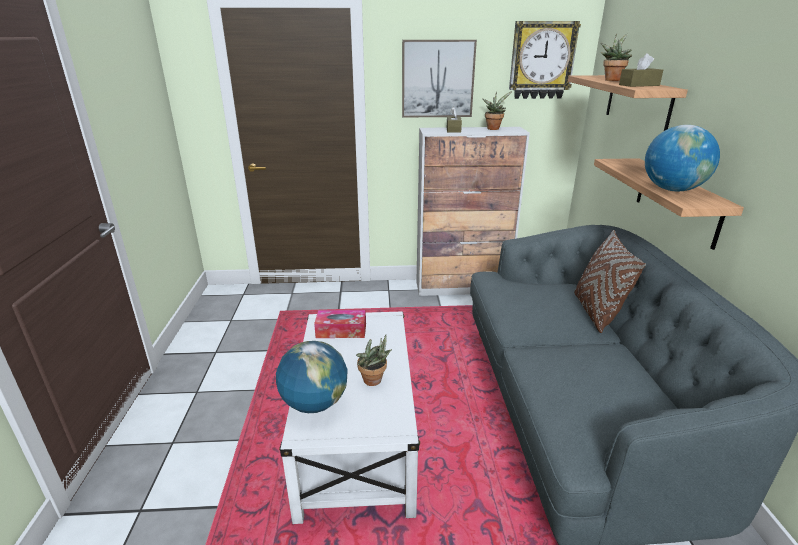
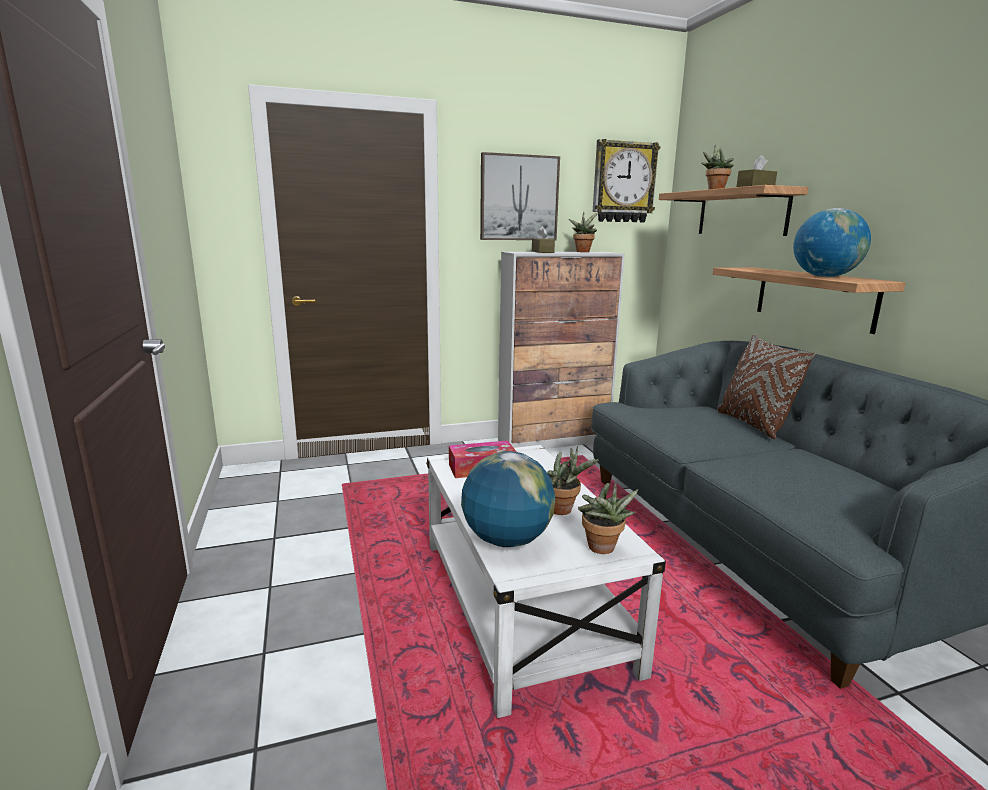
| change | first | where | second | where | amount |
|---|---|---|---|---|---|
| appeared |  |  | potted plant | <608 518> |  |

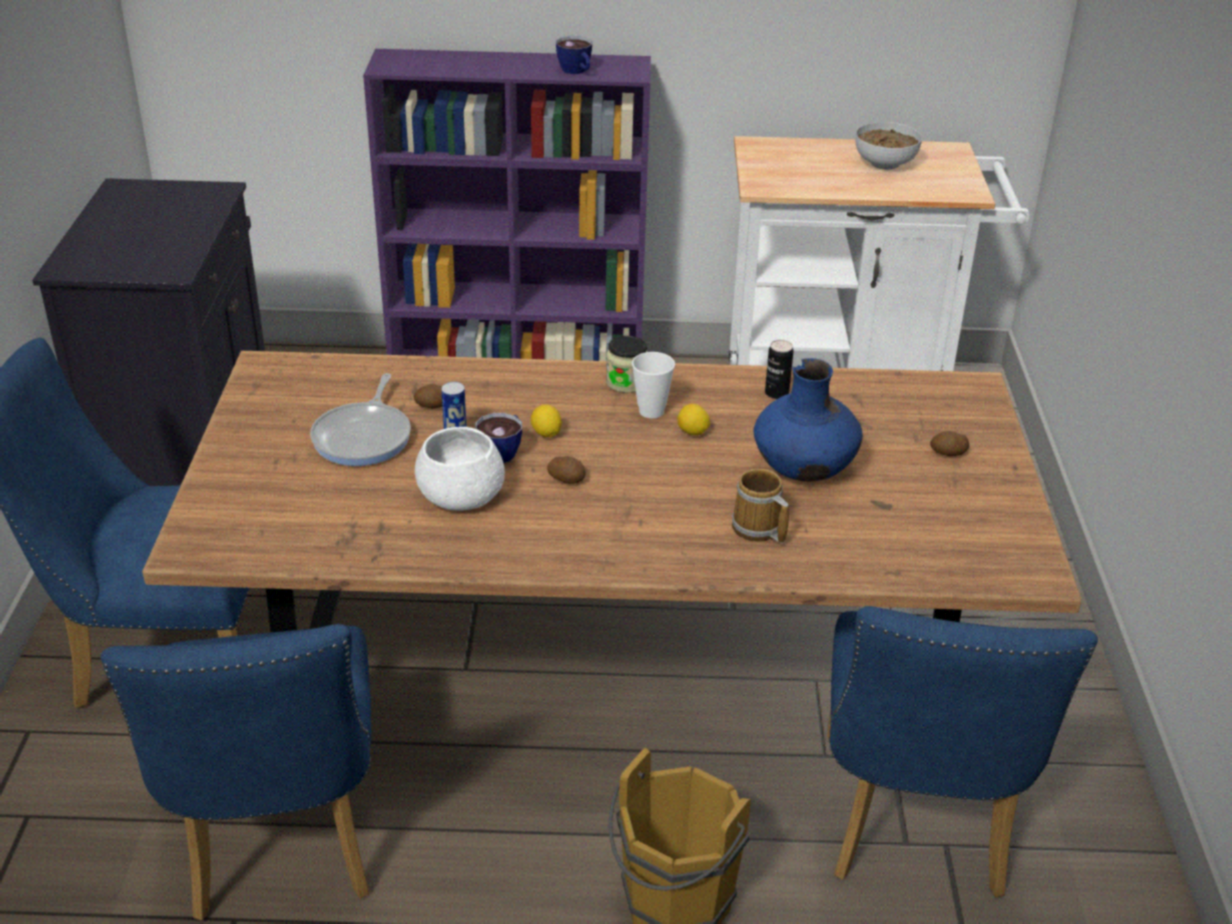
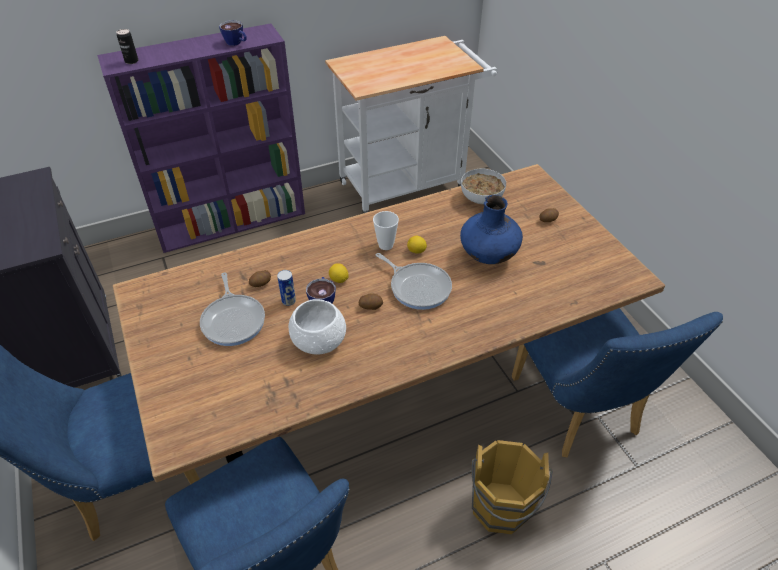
| change | first | where | second | where | amount |
|---|---|---|---|---|---|
| relocated | can | <779 369> |  | <127 46> |  |
| appeared |  |  | frying pan | <414 281> |  |
| relocated | bowl | <888 146> |  | <483 186> |  |
| missing | jar | <626 364> |  |  |  |
| missing | mug | <760 506> |  |  |  |

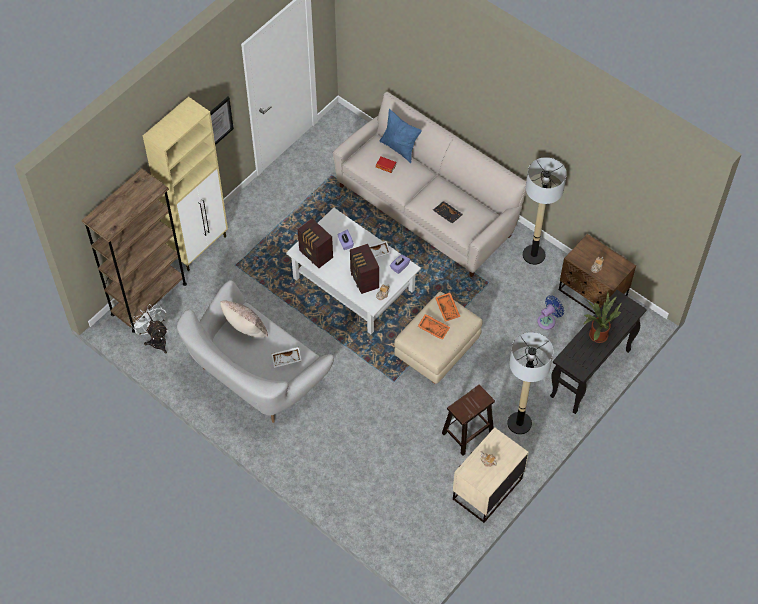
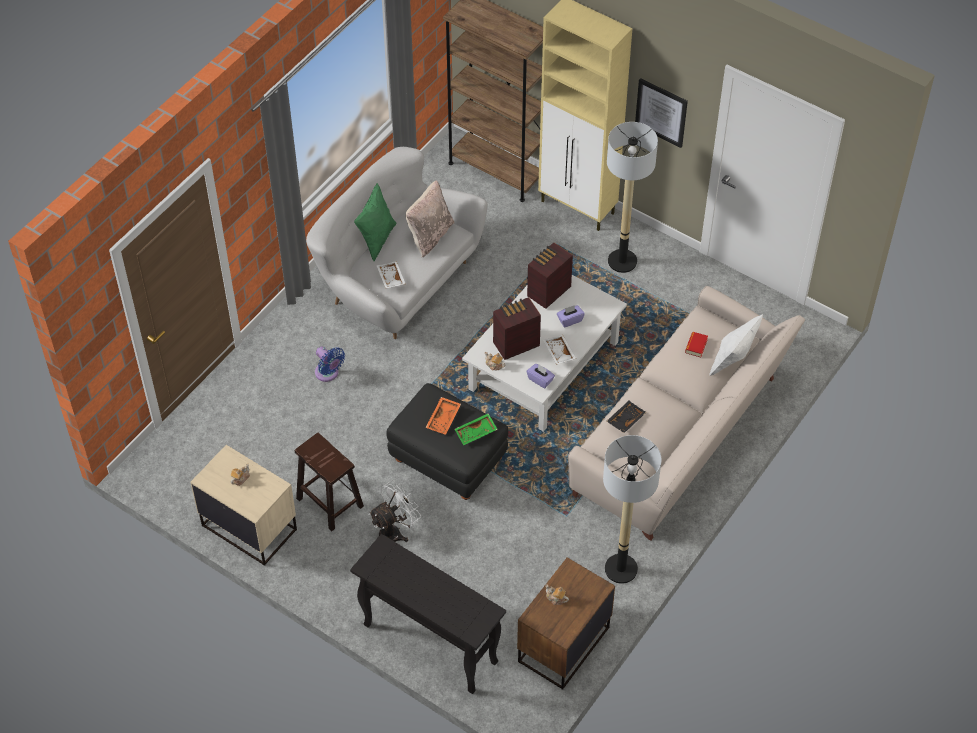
| change | first | where | second | where | amount |
|---|---|---|---|---|---|
| relocated | fan/blue | <550 312> |  | <330 364> |  |
| appeared |  |  | pillow/green | <375 222> |  |
| relocated | fan/white | <149 328> |  | <395 511> |  |
| colour | ottoman/beige | <438 338> | ottoman/black | <447 441> |  |
| colour | tray/orange | <448 307> | tray/green | <476 429> |  |
| relocated | floor lamp | <530 383> |  | <632 197> |  |
| colour | pillow/blue | <401 136> | pillow/white | <736 345> |  |
| missing | potted plant | <602 317> |  |  |  |

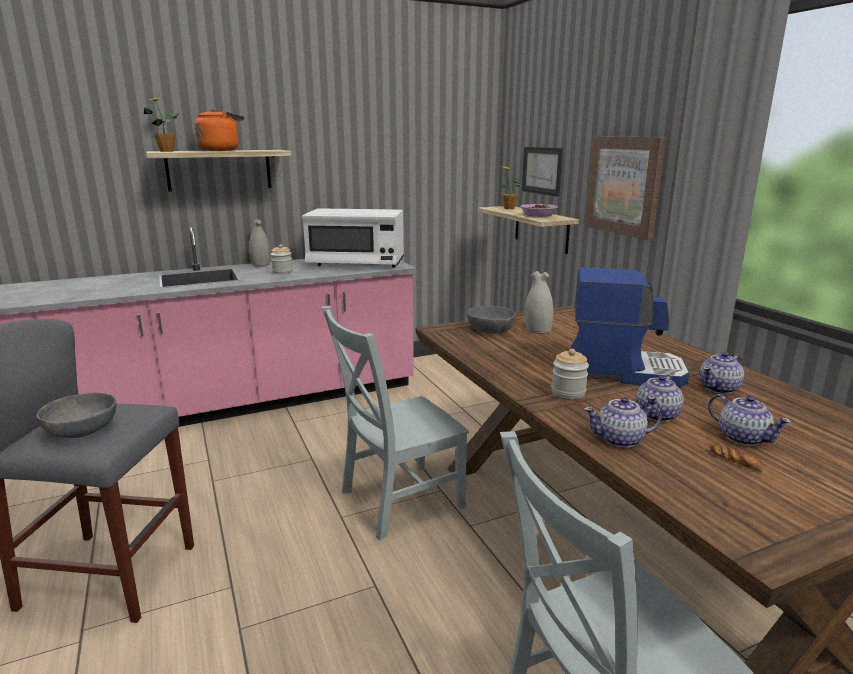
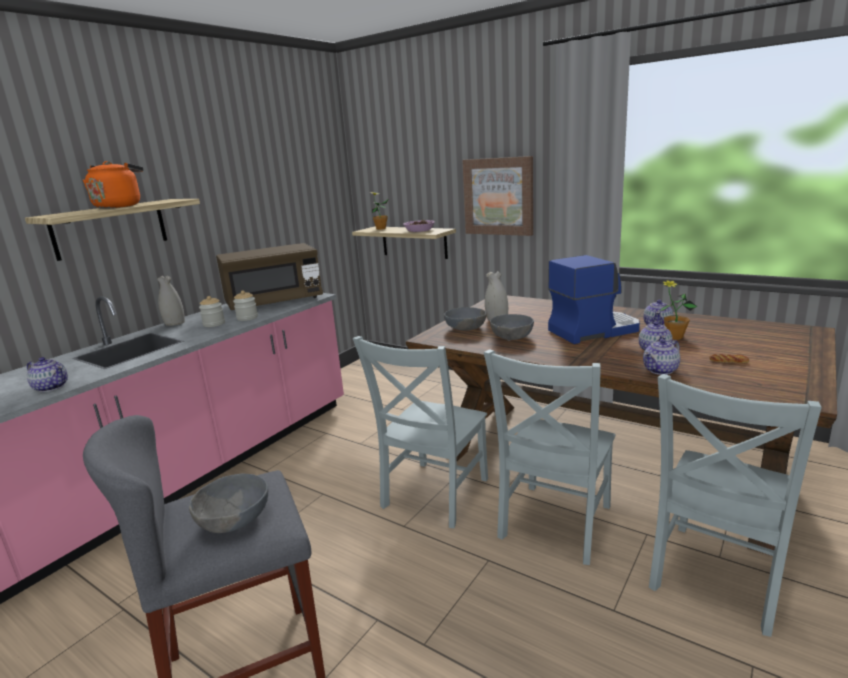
| change | first | where | second | where | amount |
|---|---|---|---|---|---|
| relocated | teapot | <749 420> |  | <47 374> |  |
| colour | microwave/white | <353 238> | microwave/brown | <269 276> |  |
| relocated | jar | <570 374> |  | <245 306> |  |
| appeared |  |  | chair/grey | <550 457> |  |
| appeared |  |  | bowl/grey | <512 327> |  |
| relocated | potted plant | <161 124> |  | <678 310> |  |
| missing | picture | <542 172> |  |  |  |

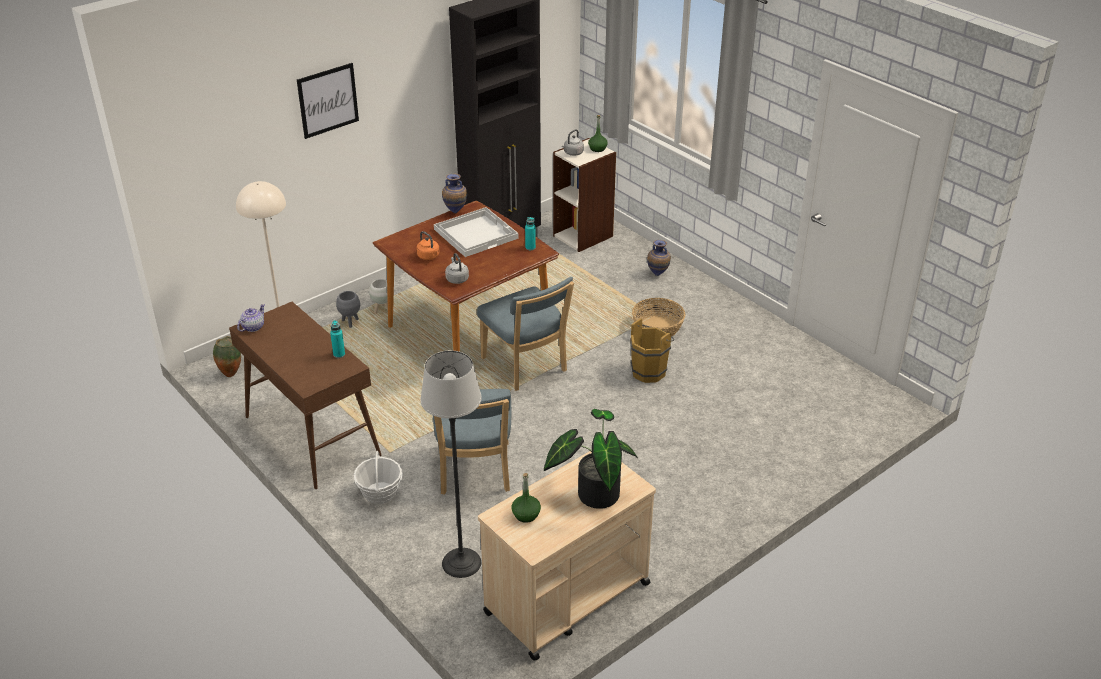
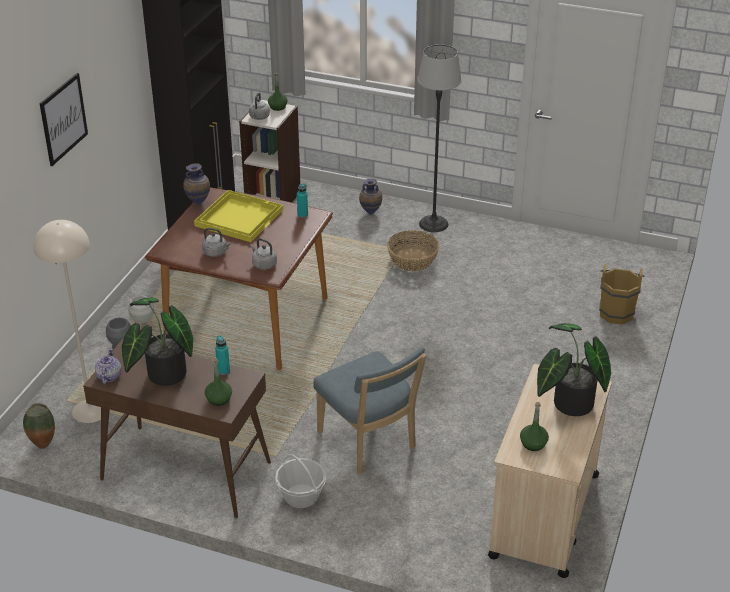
| change | first | where | second | where | amount |
|---|---|---|---|---|---|
| appeared |  |  | potted plant | <157 342> |  |
| colour | tray/white | <476 232> | tray/yellow | <238 216> |  |
| colour | kettle/orange | <427 245> | kettle/grey | <216 242> |  |
| appeared |  |  | bottle/green | <218 382> |  |
| relocated | floor lamp | <451 464> |  | <439 138> |  |
| relocated | bucket/brown | <652 350> |  | <622 294> |  |
| missing | chair/blue | <525 334> |  |  |  |

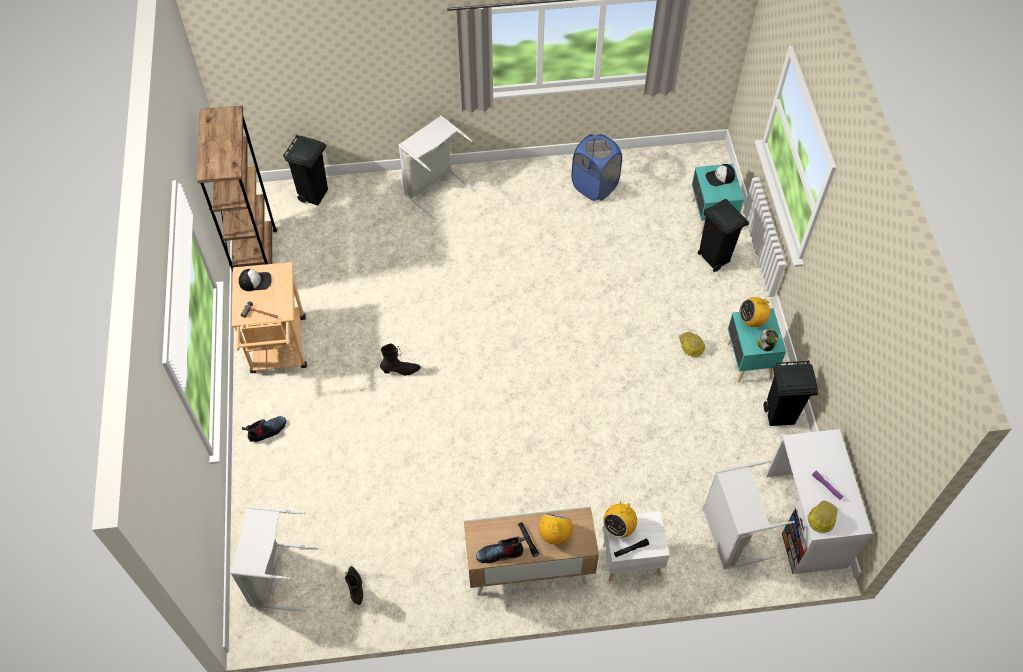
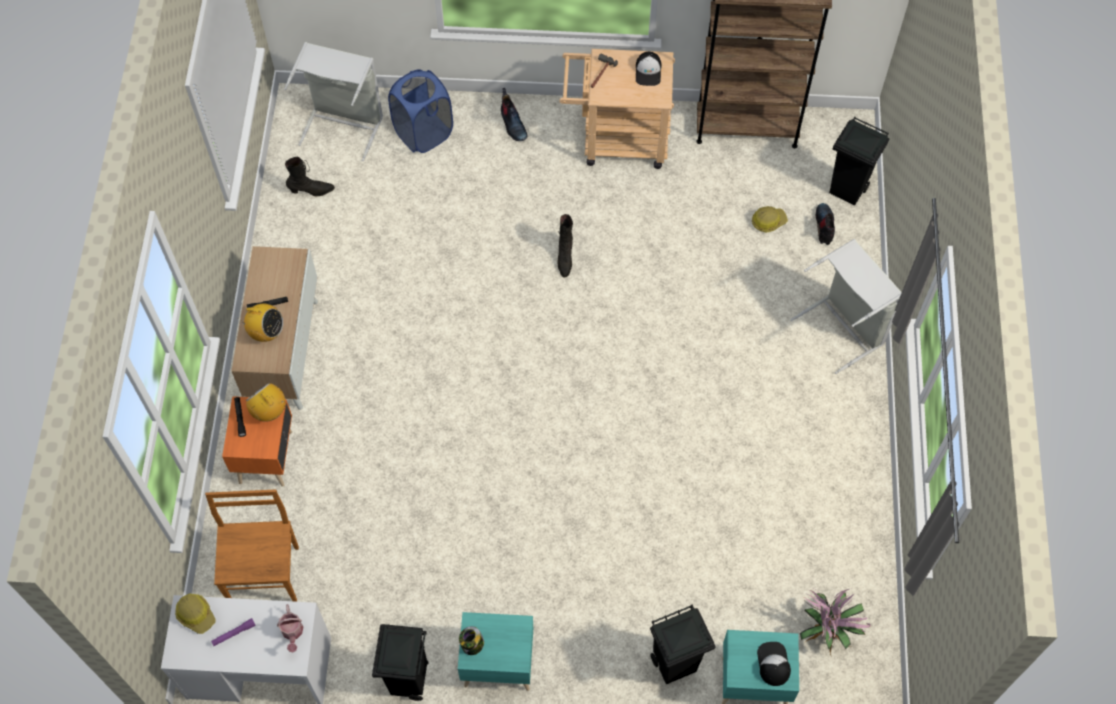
| change | first | where | second | where | amount |
|---|---|---|---|---|---|
| exchanged | laundry basket/grey | <749 515> | chair/brown | <252 545> |  |
| colour | nightstand/white | <636 546> | nightstand/orange | <257 441> |  |
| appeared |  |  | watering can | <290 628> |  |
| relocated | laundry basket/blue | <596 167> |  | <420 111> |  |
| relocated | hard hat | <692 344> |  | <770 219> |  |
| appeared |  |  | potted plant | <835 622> |  |
| relocated | boot | <501 550> |  | <825 224> |  |
| missing | radio | <754 312> |  |  |  |

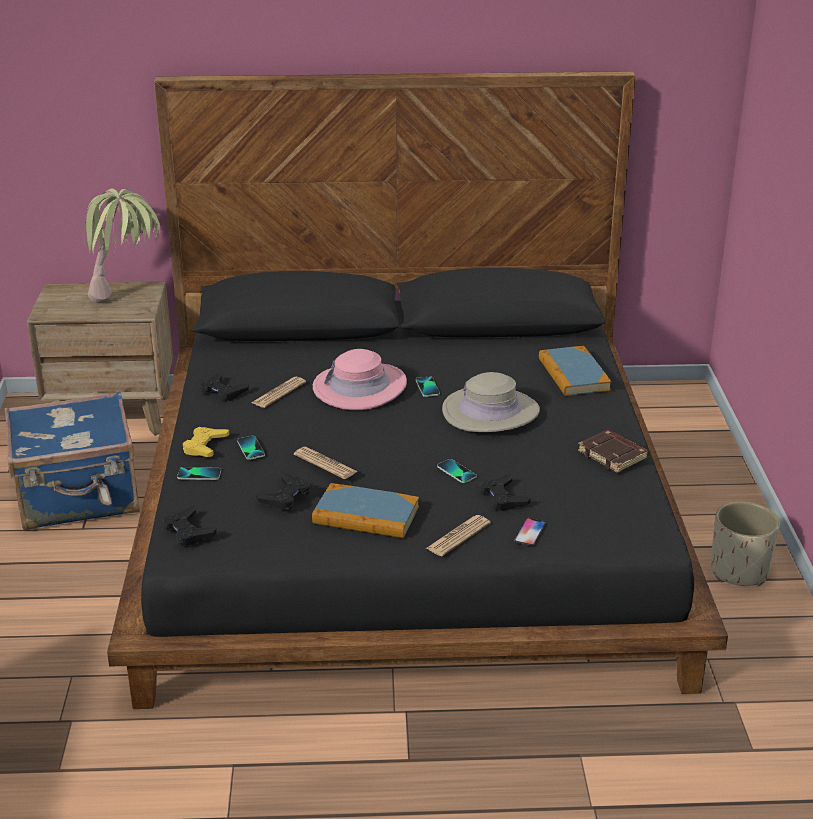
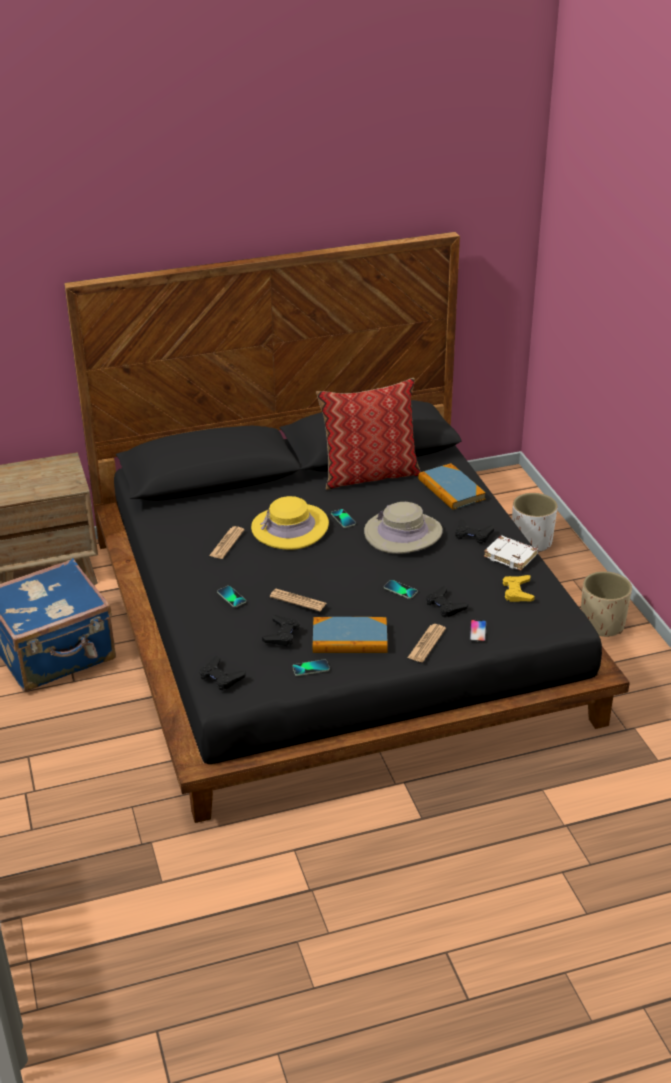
| change | first | where | second | where | amount |
|---|---|---|---|---|---|
| colour | hat/pink | <360 379> | hat/yellow | <290 523> |  |
| relocated | phone | <199 473> |  | <311 667> |  |
| appeared |  |  | pillow | <368 434> |  |
| relocated | game controller/black | <225 387> |  | <474 531> |  |
| colour | book/brown | <613 451> | book/white | <511 553> |  |
| relocated | game controller/yellow | <206 442> |  | <519 588> |  |
| appeared |  |  | planter/white | <535 523> |  |
| missing | potted plant | <121 246> |  |  |  |

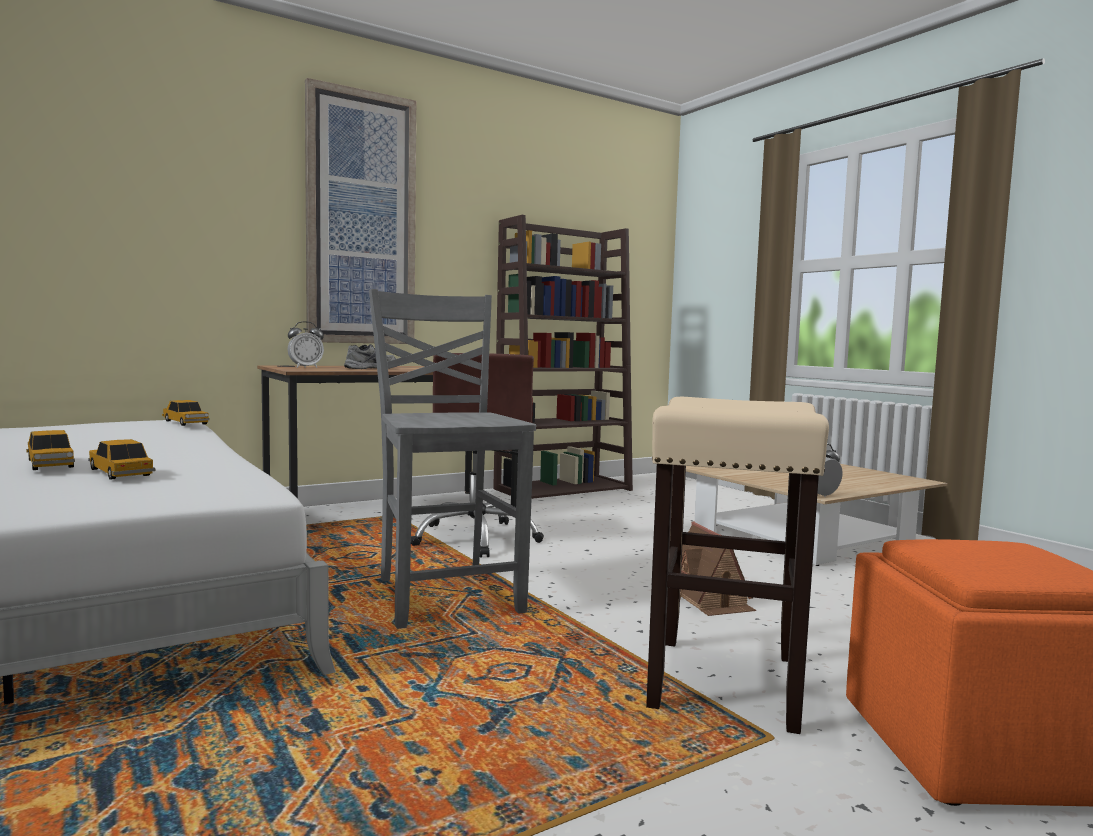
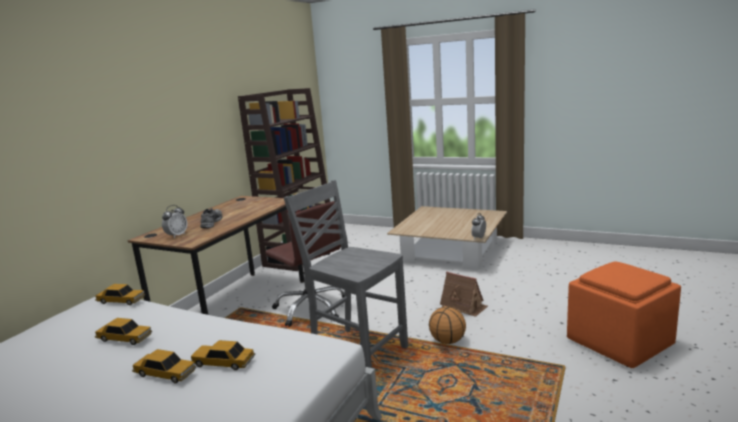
| change | first | where | second | where | amount |
|---|---|---|---|---|---|
| appeared |  |  | toy car | <123 331> |  |
| appeared |  |  | basketball | <447 325> |  |
| missing | picture | <360 211> |  |  |  |
| missing | stool/beige | <737 565> |  |  |  |

